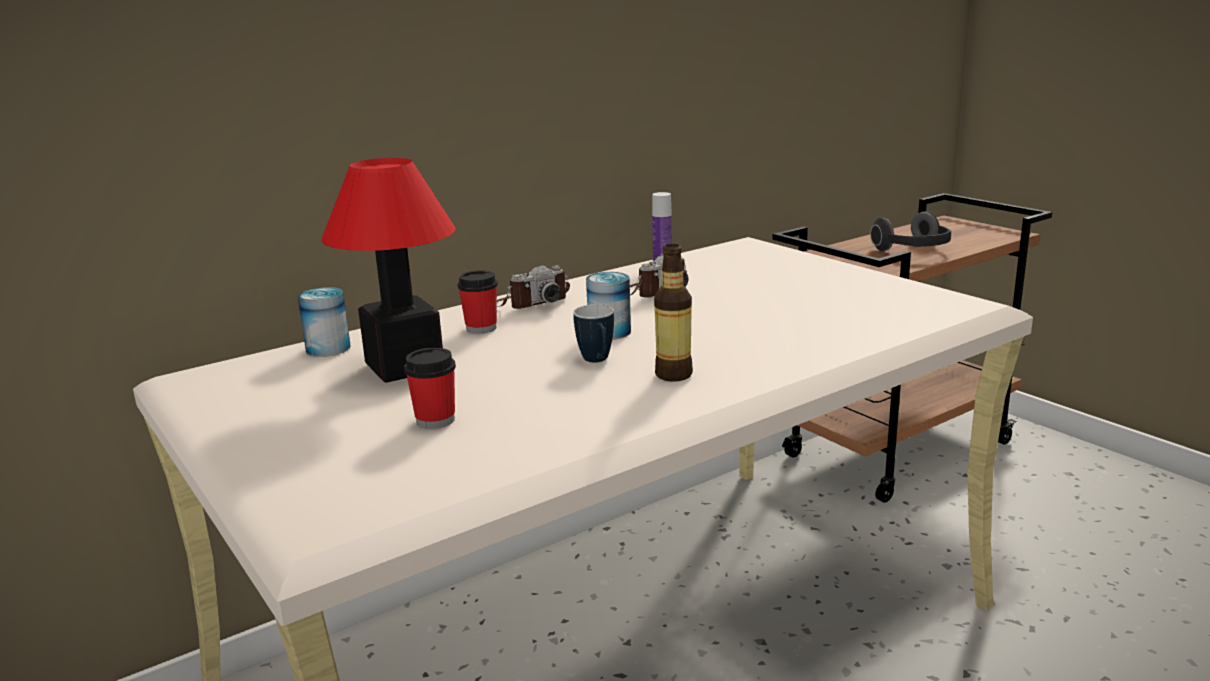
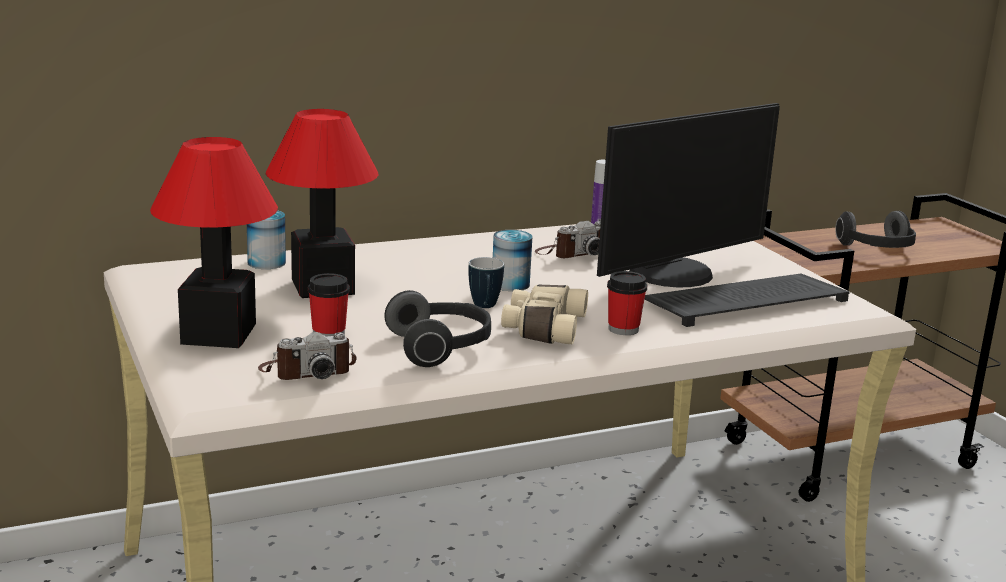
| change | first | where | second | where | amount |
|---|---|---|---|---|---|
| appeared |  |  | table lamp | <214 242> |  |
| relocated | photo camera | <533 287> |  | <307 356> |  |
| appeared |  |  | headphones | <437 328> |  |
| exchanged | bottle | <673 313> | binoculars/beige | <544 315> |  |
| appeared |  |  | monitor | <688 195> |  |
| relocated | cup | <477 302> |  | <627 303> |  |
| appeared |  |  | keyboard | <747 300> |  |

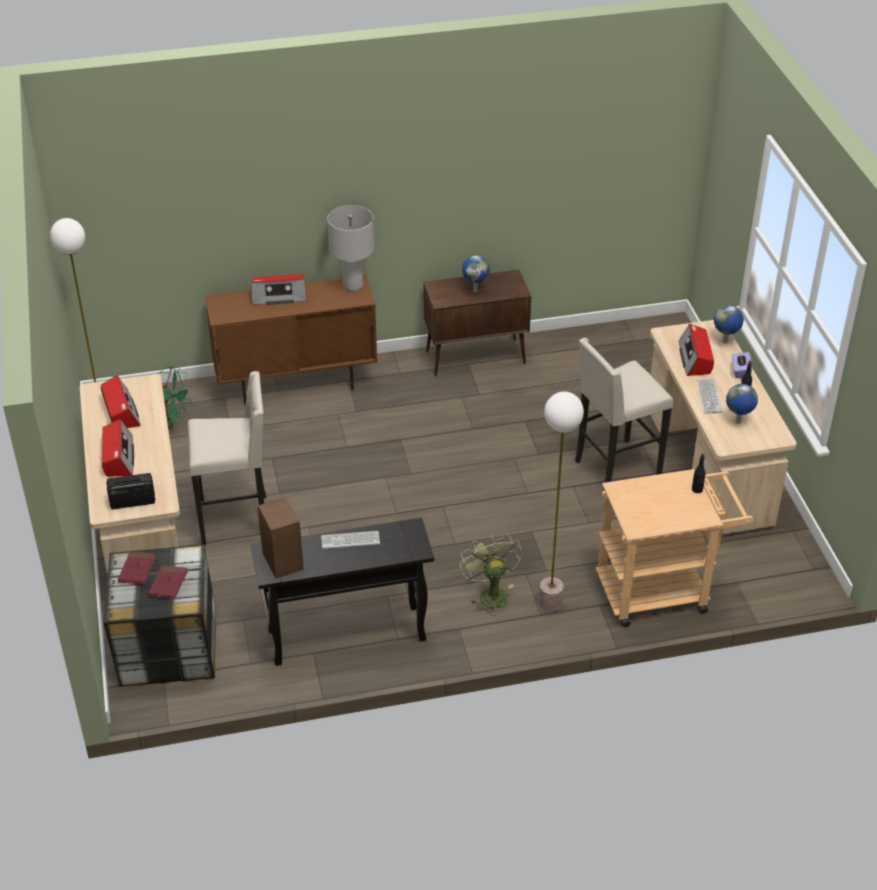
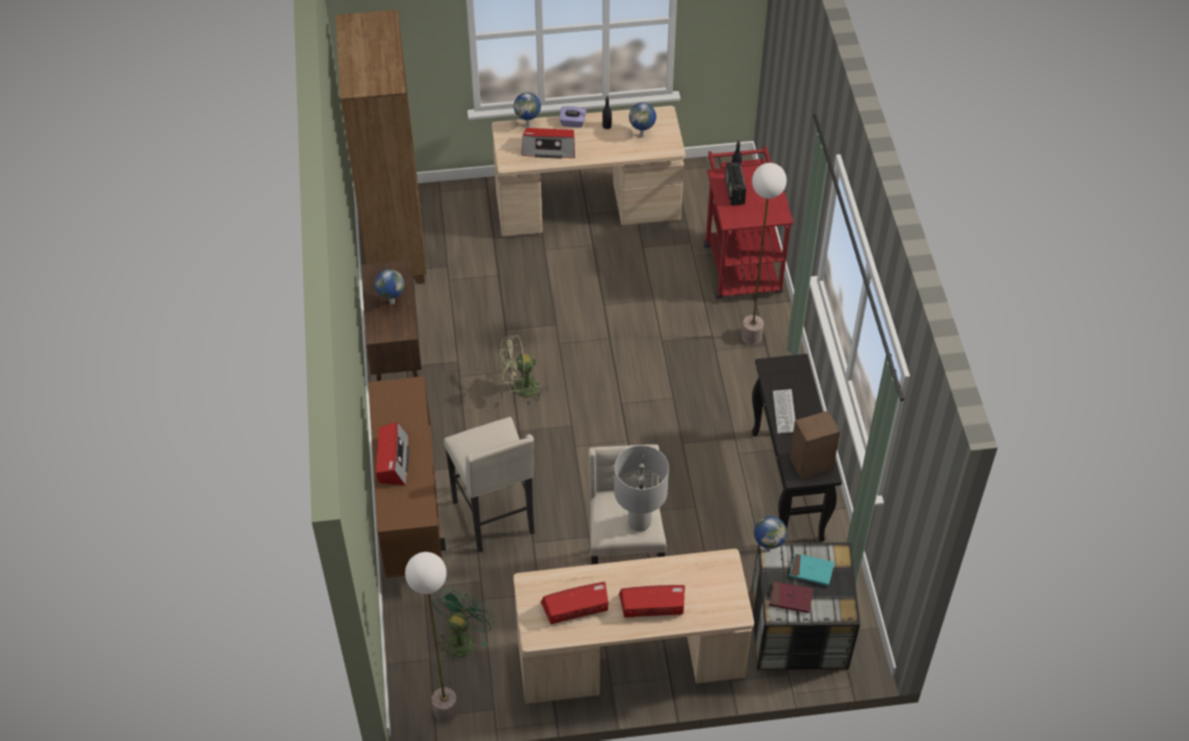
| change | first | where | second | where | amount |
|---|---|---|---|---|---|
| appeared |  |  | bookcase/brown | <381 146> |  |
| relocated | stool/beige | <624 414> |  | <489 484> |  |
| relocated | fan/green | <491 575> |  | <524 369> |  |
| relocated | table lamp/grey | <350 248> |  | <641 488> |  |
| colour | cart/beige | <674 548> | cart/red | <749 222> |  |
| relocated | radio | <130 491> |  | <735 183> |  |
| appeared |  |  | globe | <770 534> |  |
| colour | book/red | <168 582> | book/turquoise | <811 569> |  |
| missing | keyboard | <710 395> |  |  |  |

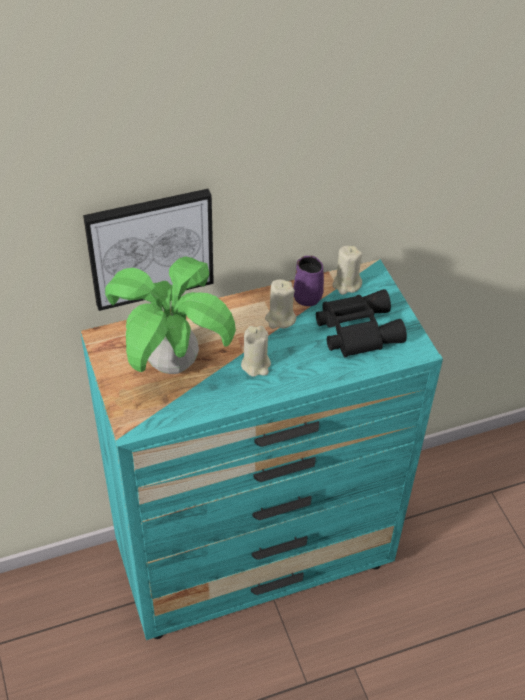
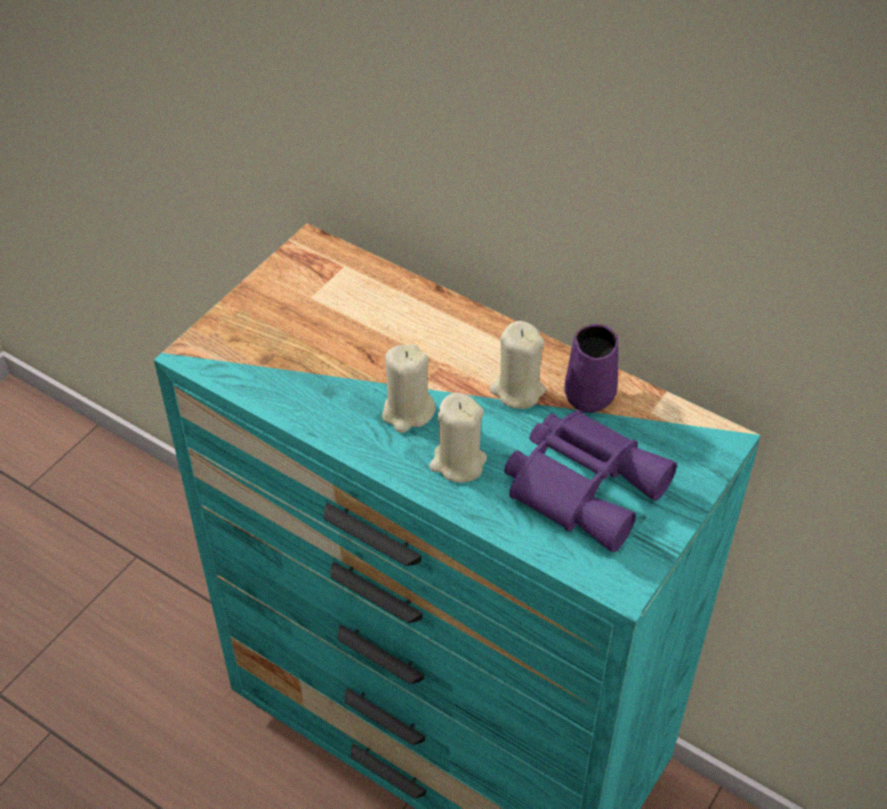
| change | first | where | second | where | amount |
|---|---|---|---|---|---|
| relocated | candle/beige | <347 270> |  | <458 438> |  |
| colour | binoculars/black | <361 323> | binoculars/purple | <590 481> |  |
| missing | picture | <148 250> |  |  |  |
| missing | potted plant | <170 315> |  |  |  |

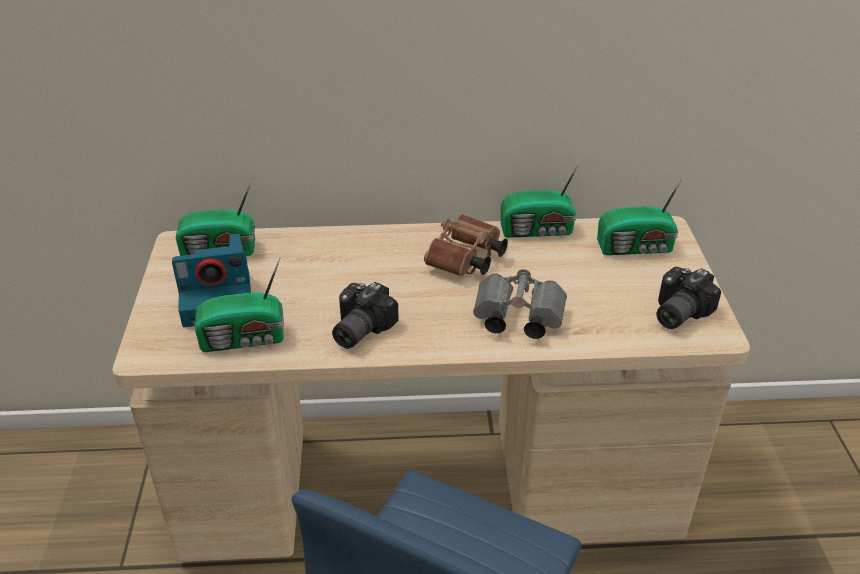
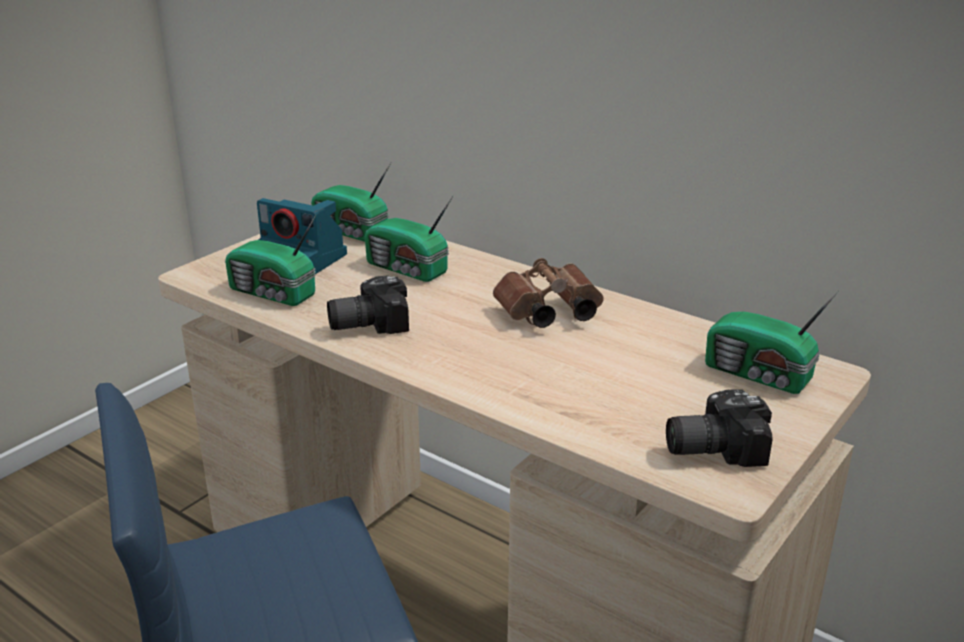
| change | first | where | second | where | amount |
|---|---|---|---|---|---|
| relocated | radio | <540 199> |  | <409 239> |  |
| missing | binoculars/grey | <520 304> |  |  |  |

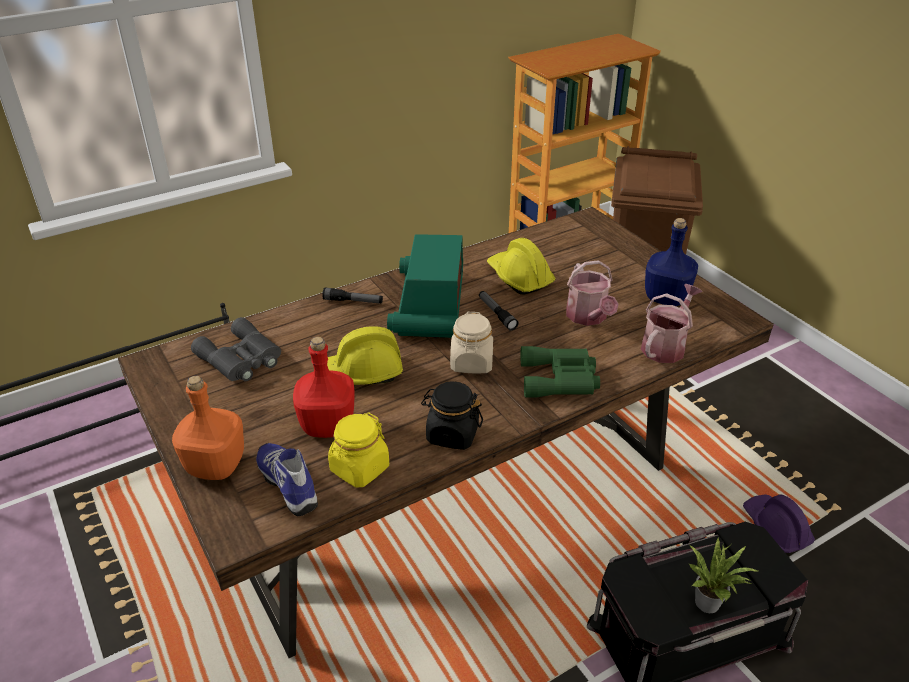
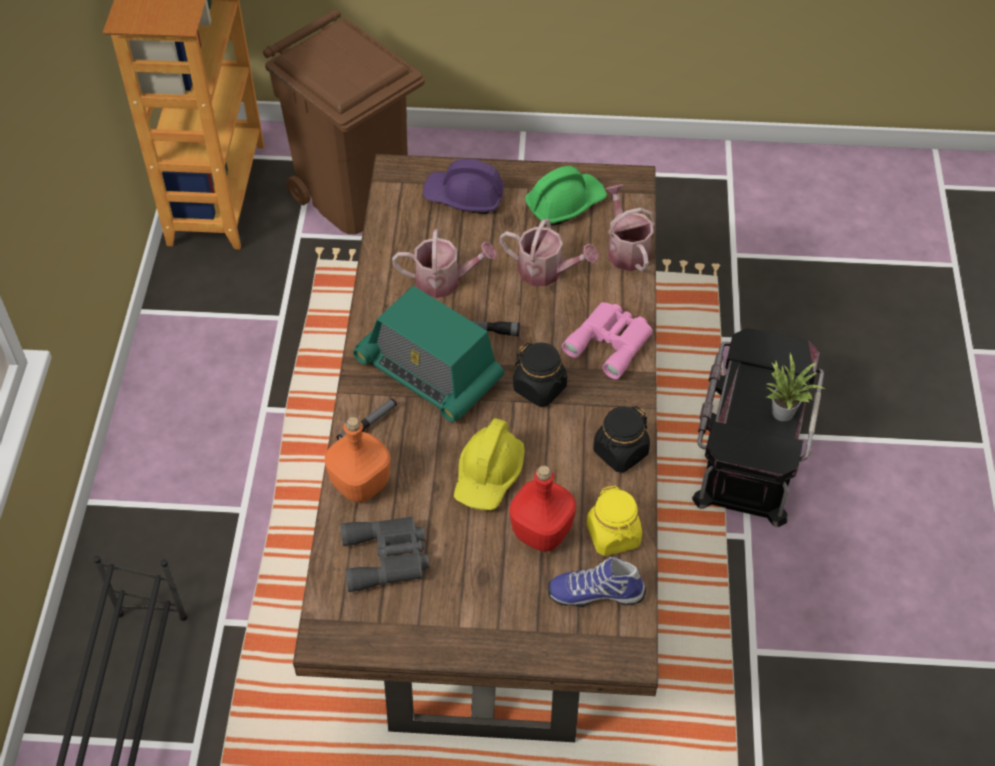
| change | first | where | second | where | amount |
|---|---|---|---|---|---|
| relocated | bottle/orange | <208 428> |  | <358 460> |  |
| exchanged | hard hat/yellow | <521 266> | watering can | <444 263> |  |
| relocated | hard hat/purple | <779 523> |  | <463 186> |  |
| colour | jar/beige | <471 343> | jar/black | <540 375> |  |
| exchanged | bottle/blue | <671 262> | hard hat/green | <566 196> |  |
| colour | binoculars/green | <560 371> | binoculars/pink | <607 340> |  |

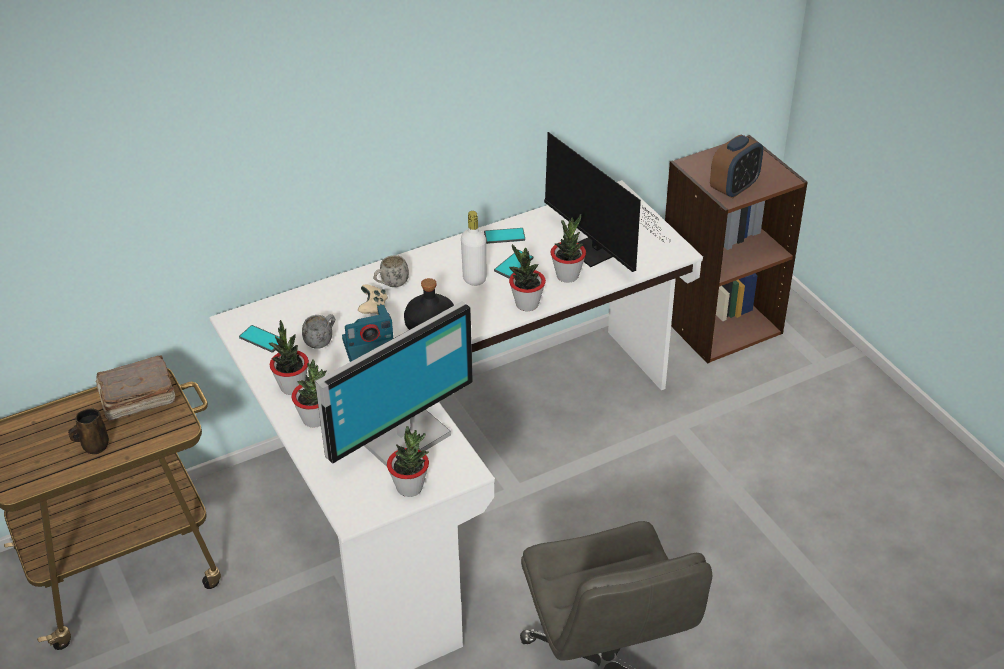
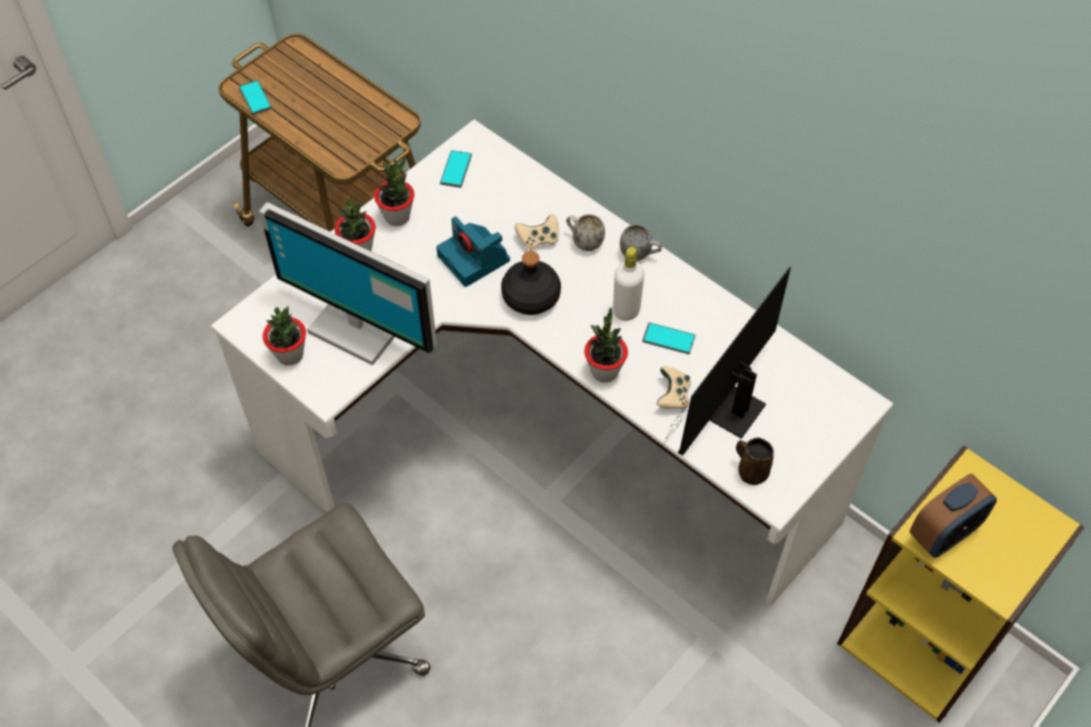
| change | first | where | second | where | amount |
|---|---|---|---|---|---|
| relocated | phone | <504 236> |  | <255 97> |  |
| relocated | mug/grey | <319 331> |  | <641 242> |  |
| exchanged | potted plant | <568 248> | game controller/beige | <674 387> |  |
| relocated | mug/brown | <88 431> |  | <755 461> |  |
| colour | bookcase/brown | <736 249> | bookcase/yellow | <961 584> |  |
| spun | alarm clock | <736 166> |  | <953 515> | 60 degrees counterclockwise |
| missing | book/brown | <135 388> |  |  |  |

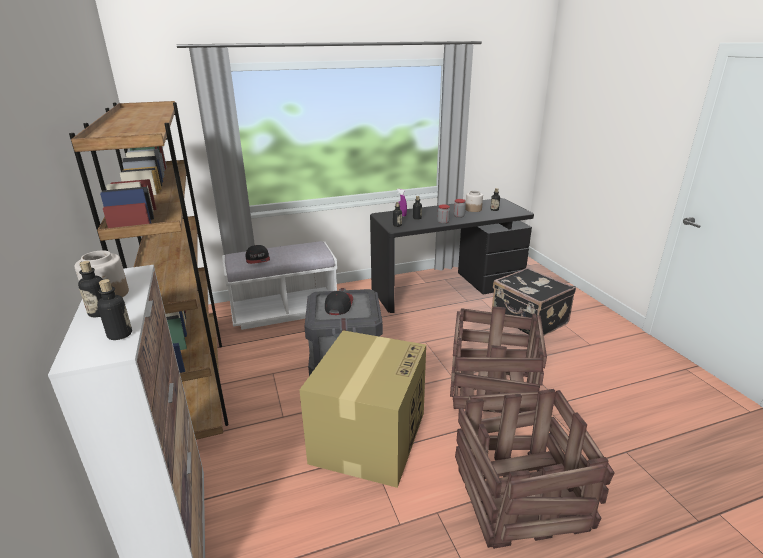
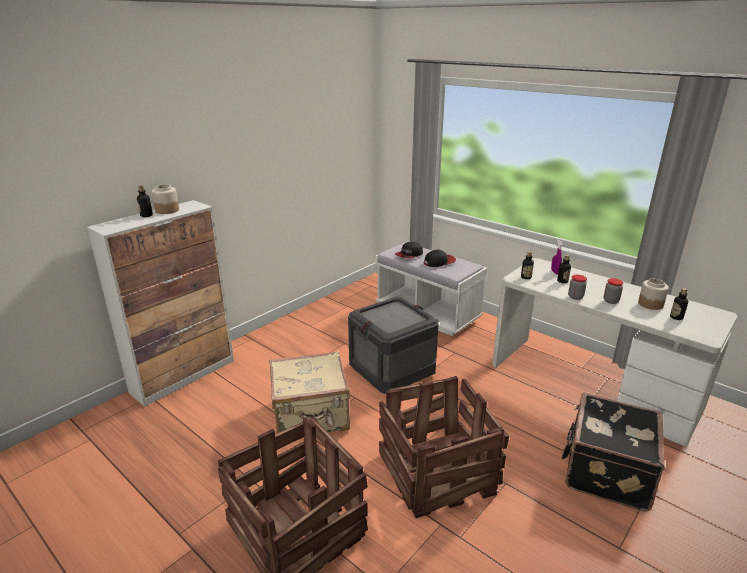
| change | first | where | second | where | amount |
|---|---|---|---|---|---|
| exchanged | cardboard box | <363 409> | suitcase/beige | <309 392> |  |
| relocated | cap | <339 303> |  | <440 258> |  |
| colour | desk/black | <452 255> | desk/white | <615 352> |  |
| missing | bookcase/brown | <149 270> |  |  |  |
| missing | bottle | <114 309> |  |  |  |

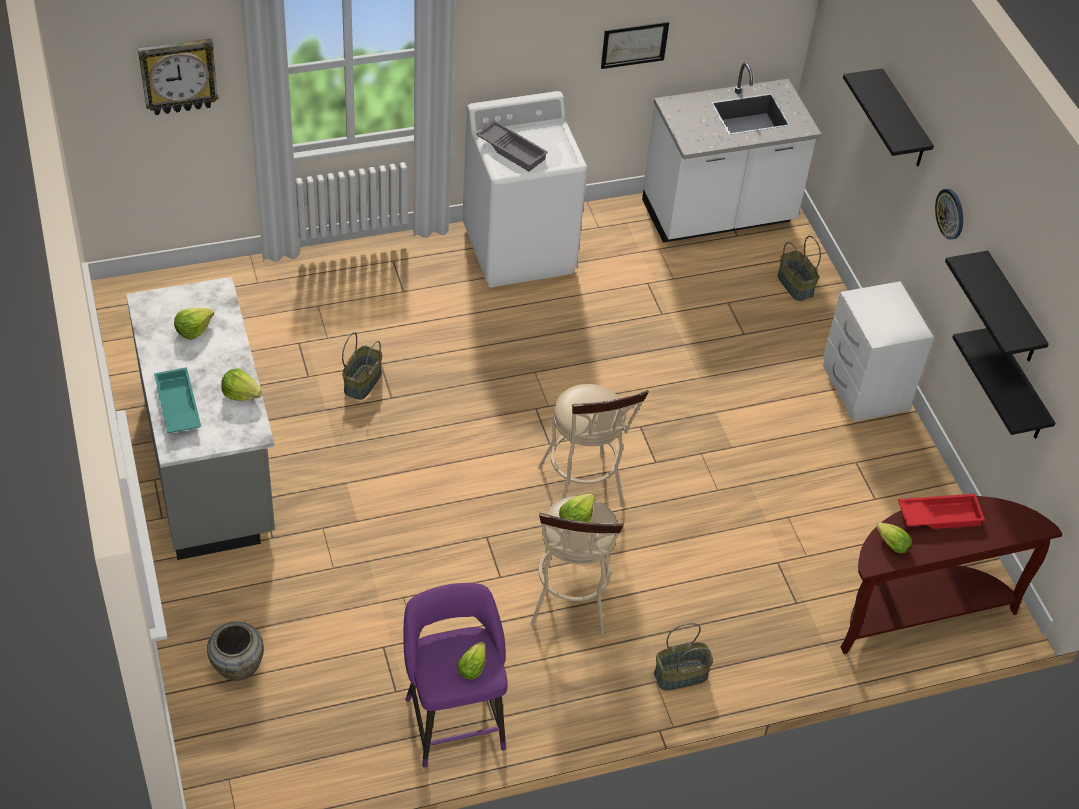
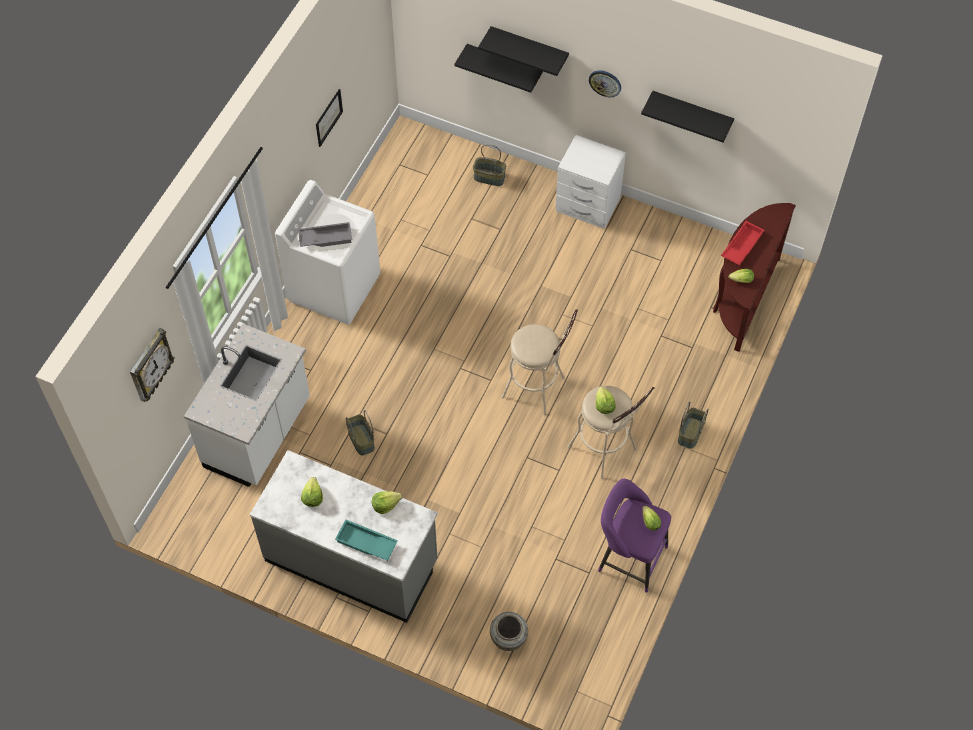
| change | first | where | second | where | amount |
|---|---|---|---|---|---|
| relocated | counter/white | <731 152> |  | <247 405> |  |
| relocated | shelf/black | <1003 383> |  | <498 68> |  |

